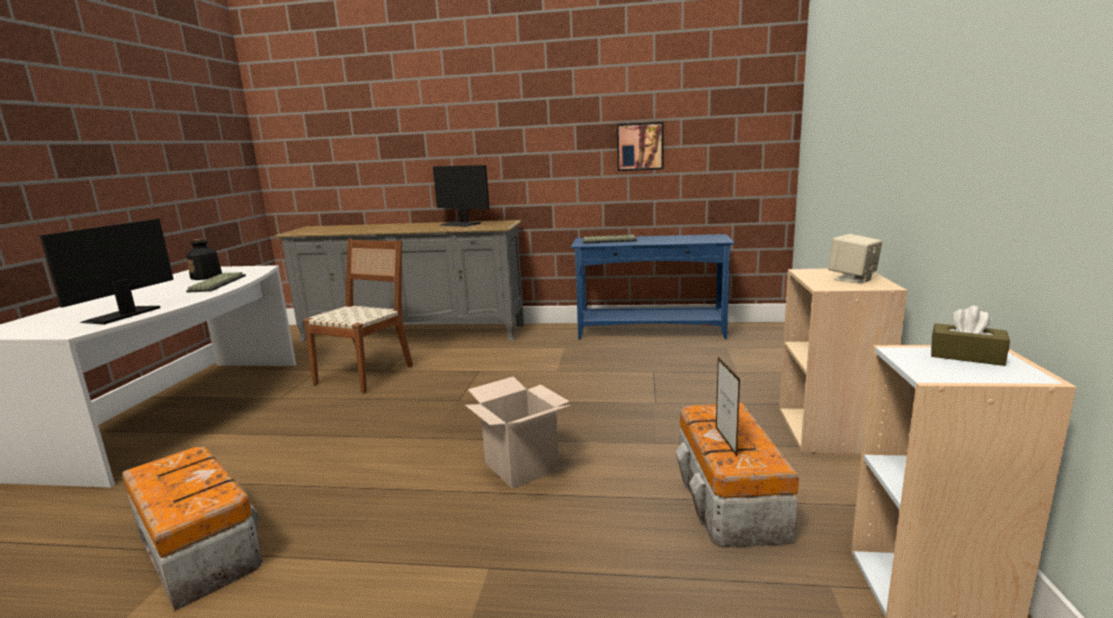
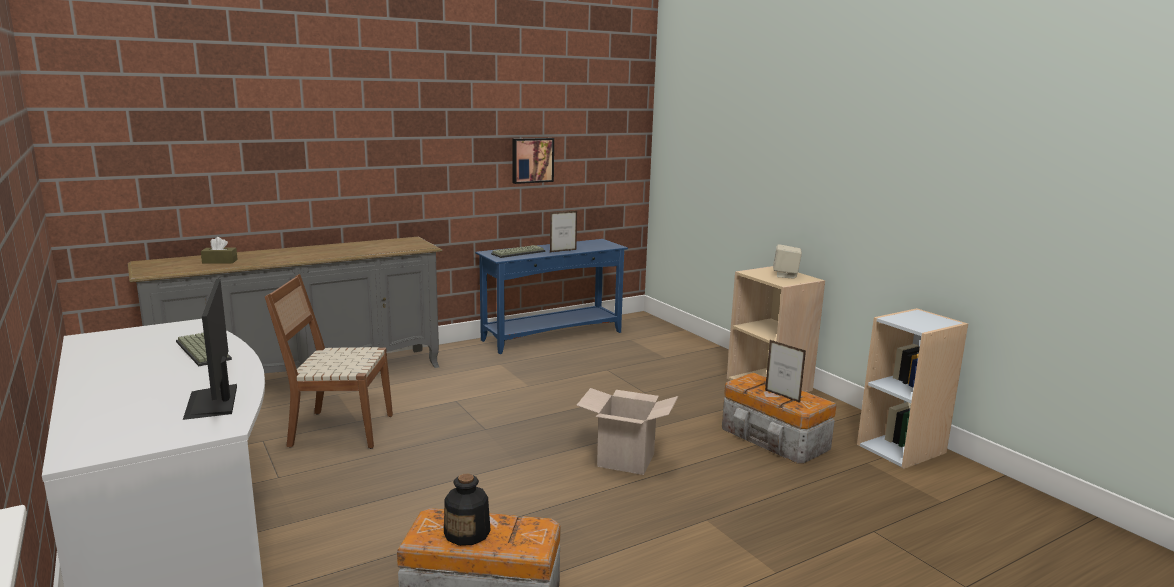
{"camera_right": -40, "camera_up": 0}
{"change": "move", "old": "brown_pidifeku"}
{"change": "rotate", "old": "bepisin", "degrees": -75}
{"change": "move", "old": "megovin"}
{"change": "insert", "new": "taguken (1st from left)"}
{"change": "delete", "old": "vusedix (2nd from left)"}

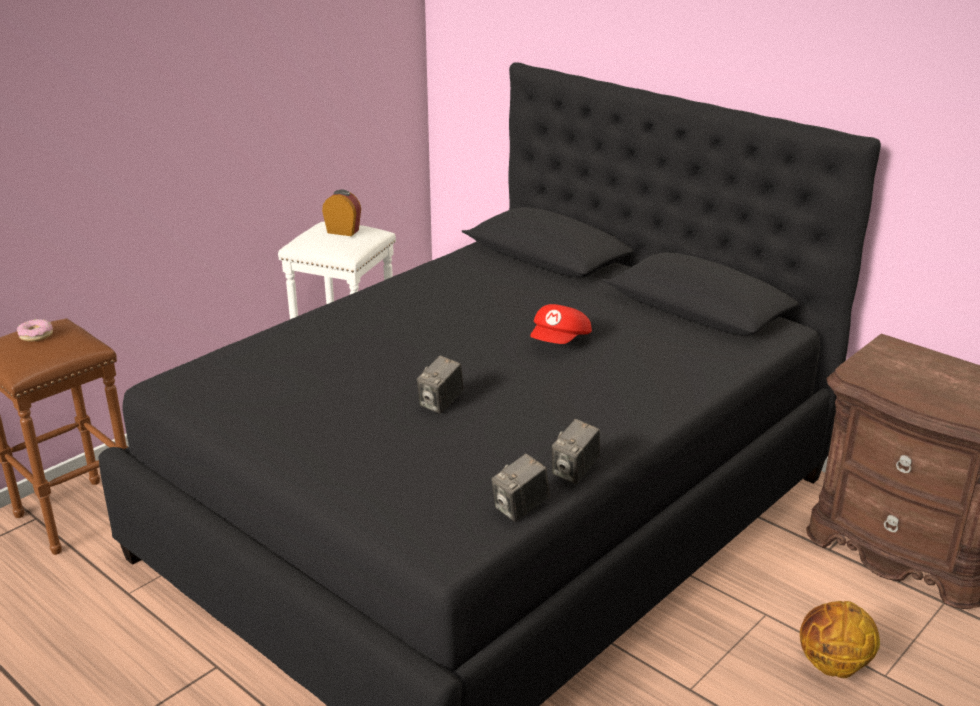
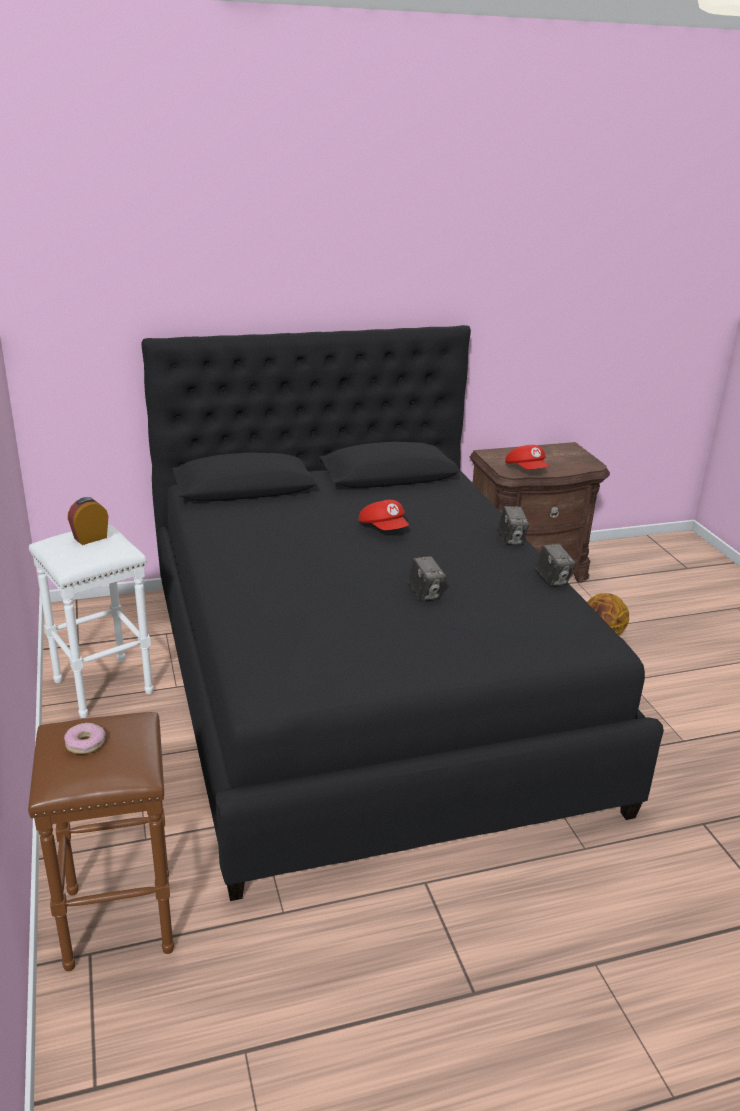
{"camera_right": -60, "camera_up": 0}
{"change": "move", "old": "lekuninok (2nd from left)"}
{"change": "insert", "new": "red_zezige (2nd from left)"}

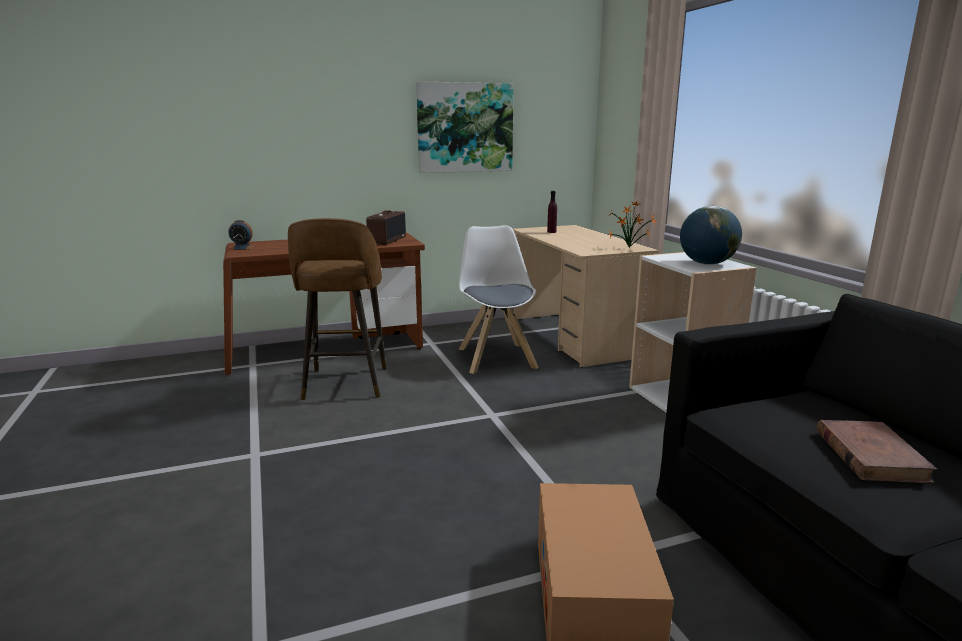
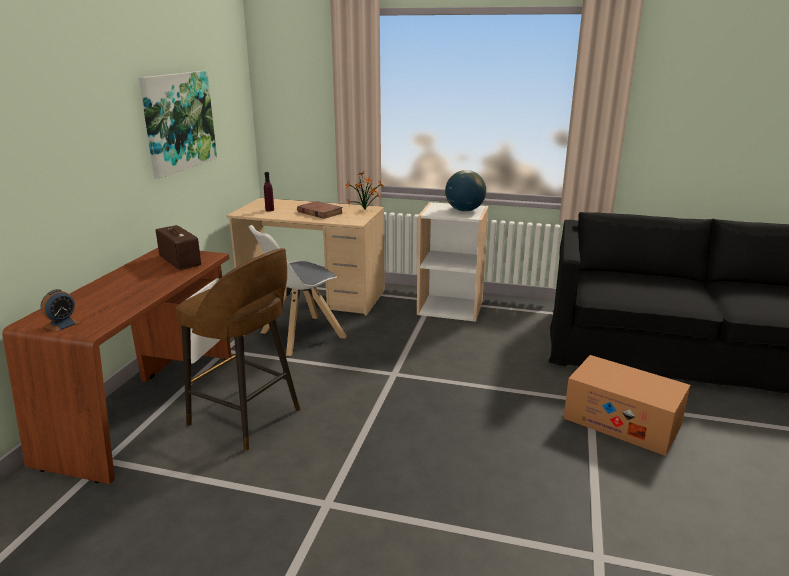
{"camera_right": -55, "camera_up": 5}
{"change": "rotate", "old": "bepisin", "degrees": -60}
{"change": "move", "old": "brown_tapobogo"}

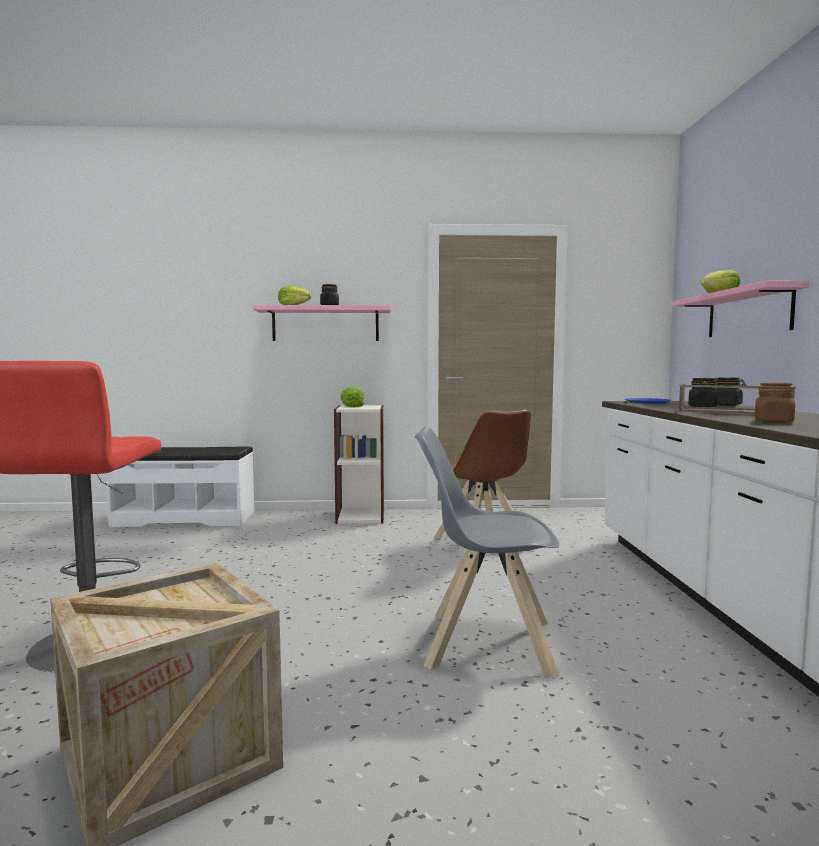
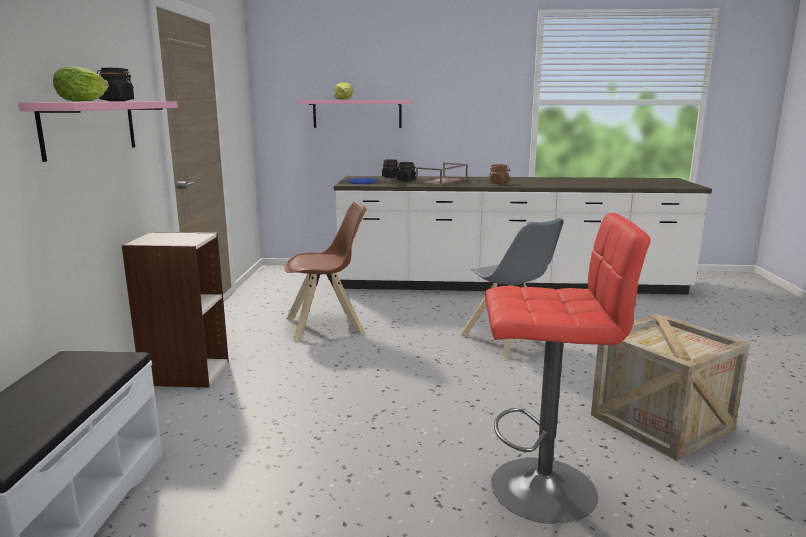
{"camera_right": -85, "camera_up": 10}
{"change": "rotate", "old": "grey_bepisin", "degrees": -45}
{"change": "delete", "old": "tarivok (2nd from left)"}

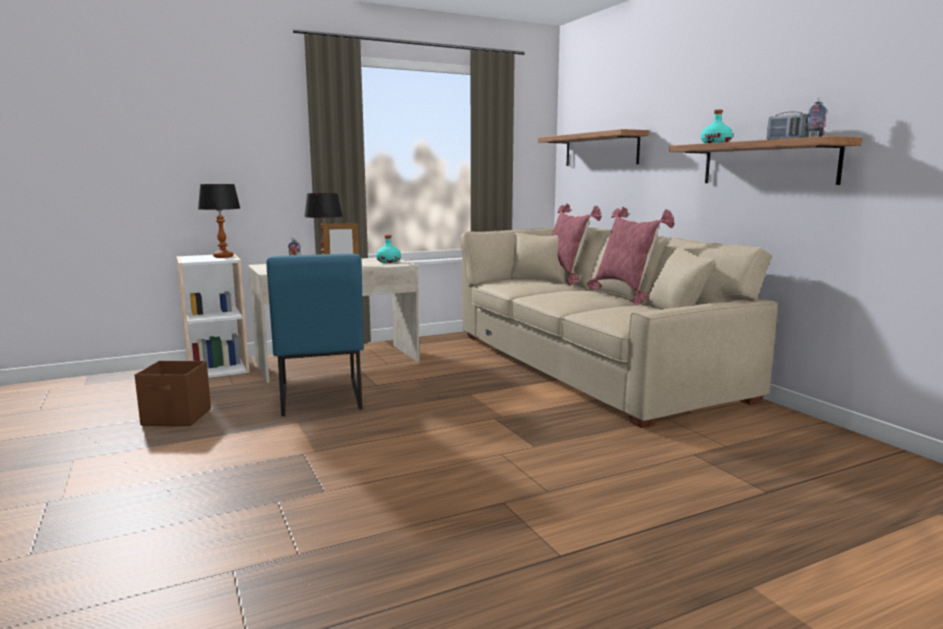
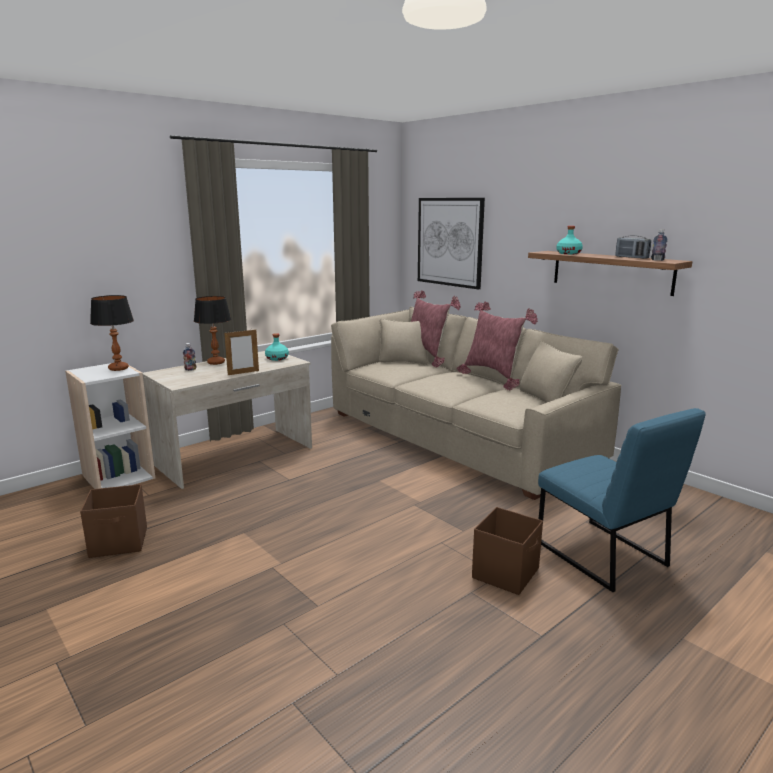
{"camera_right": -15, "camera_up": 5}
{"change": "replace", "old": "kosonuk (1st from left)", "new": "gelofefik"}
{"change": "insert", "new": "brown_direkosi (2nd from left)"}
{"change": "move", "old": "blue_bepisin"}

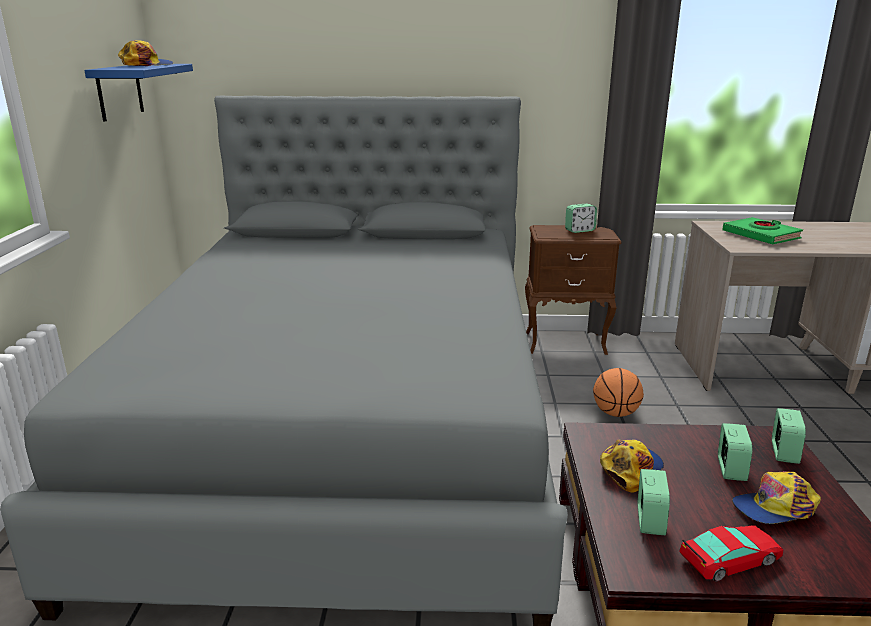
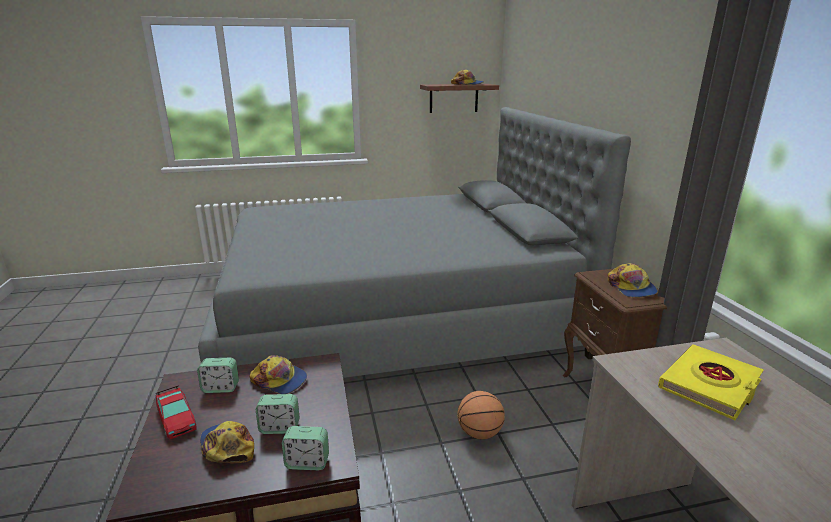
{"camera_right": 75, "camera_up": 0}
{"change": "recolor", "old": "blue_kosonuk", "new": "brown_kosonuk"}
{"change": "replace", "old": "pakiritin (1st from left)", "new": "zezige (4th from left)"}
{"change": "recolor", "old": "green_tapobogo", "new": "yellow_tapobogo"}

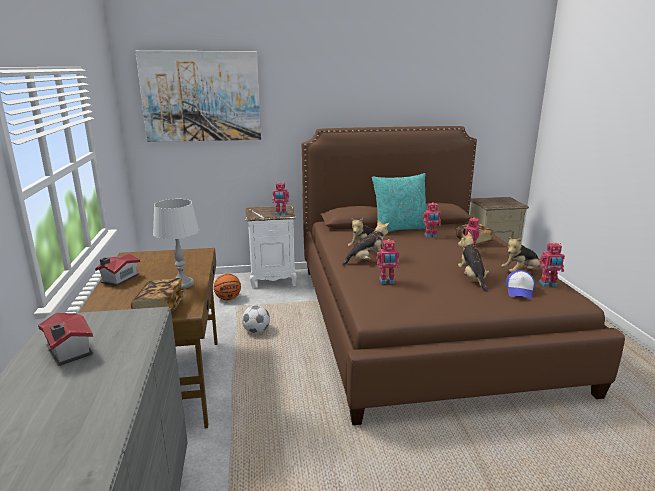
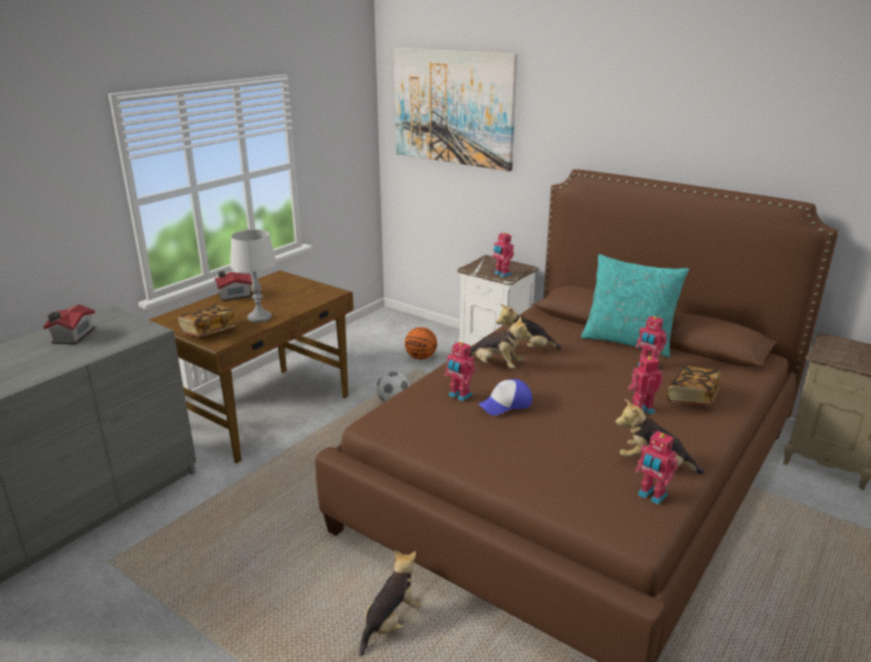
{"camera_right": 45, "camera_up": 5}
{"change": "move", "old": "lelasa (3rd from left in the first image)", "new": "lelasa (1st from left)"}
{"change": "move", "old": "zezige"}

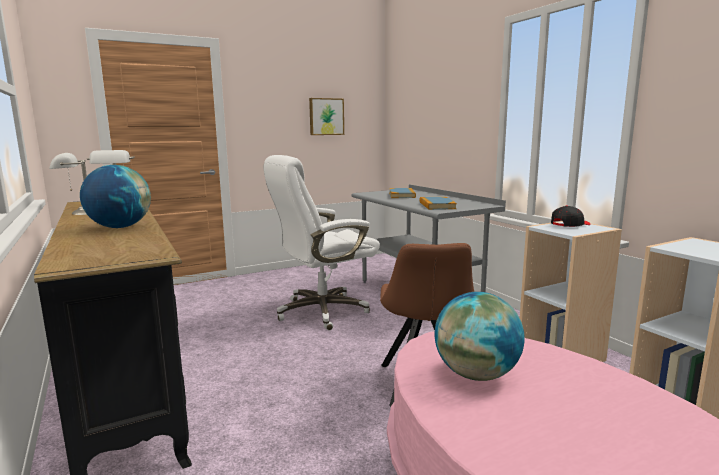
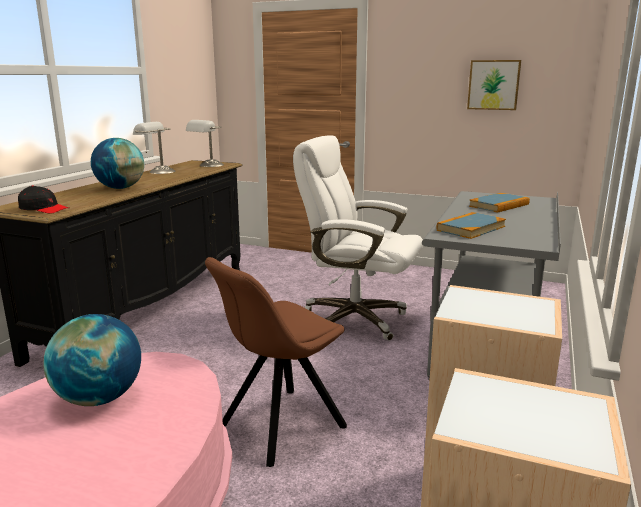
{"camera_right": 50, "camera_up": 5}
{"change": "move", "old": "black_zezige"}

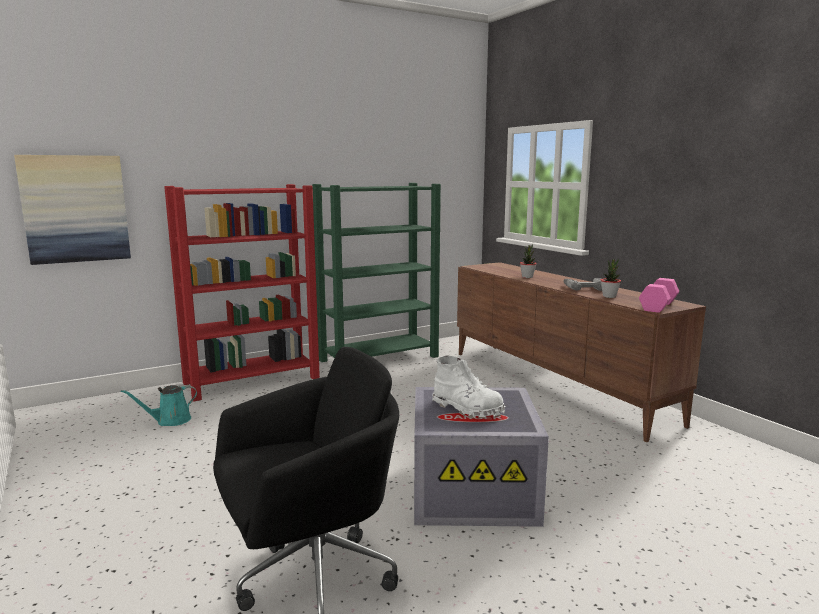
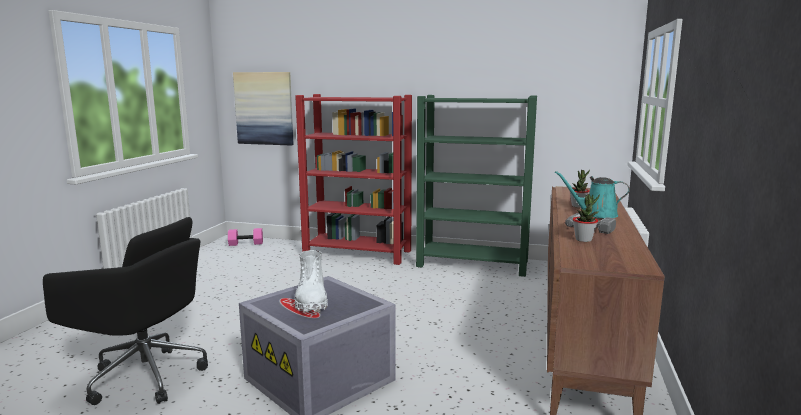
{"camera_right": 45, "camera_up": 0}
{"change": "move", "old": "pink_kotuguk"}
{"change": "move", "old": "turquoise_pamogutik"}

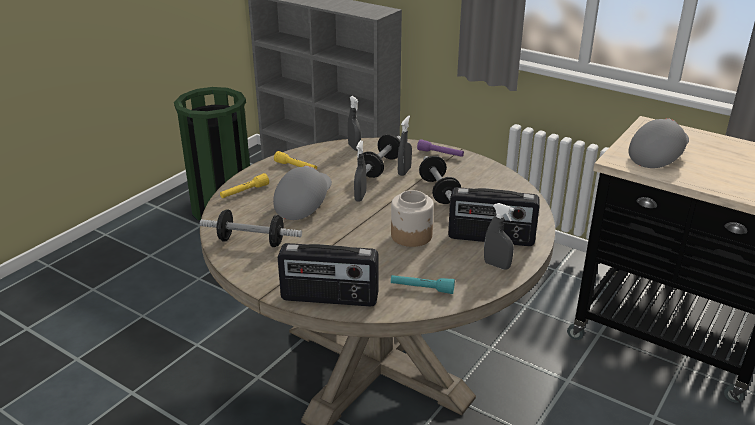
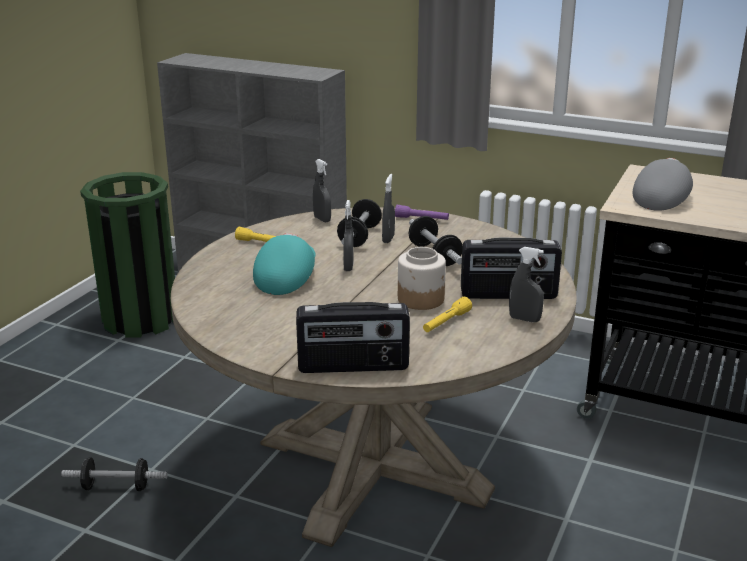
{"camera_right": -10, "camera_up": -5}
{"change": "move", "old": "kotuguk (1st from left)"}
{"change": "recolor", "old": "grey_zezige (1st from left)", "new": "turquoise_zezige"}
{"change": "move", "old": "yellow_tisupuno (1st from left in the first image)", "new": "yellow_tisupuno (2nd from left)"}
{"change": "delete", "old": "turquoise_tisupuno"}

